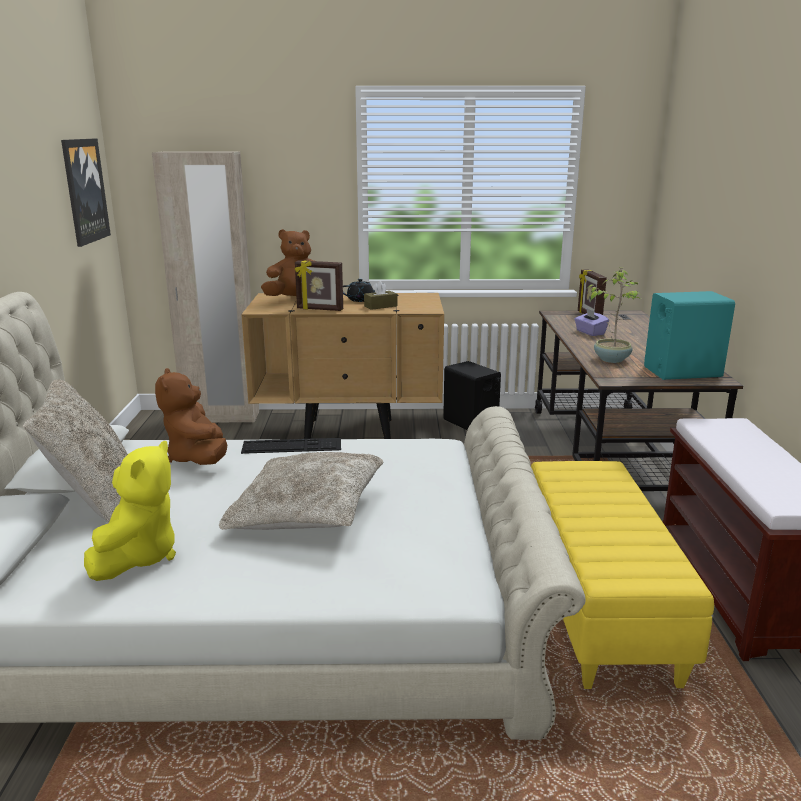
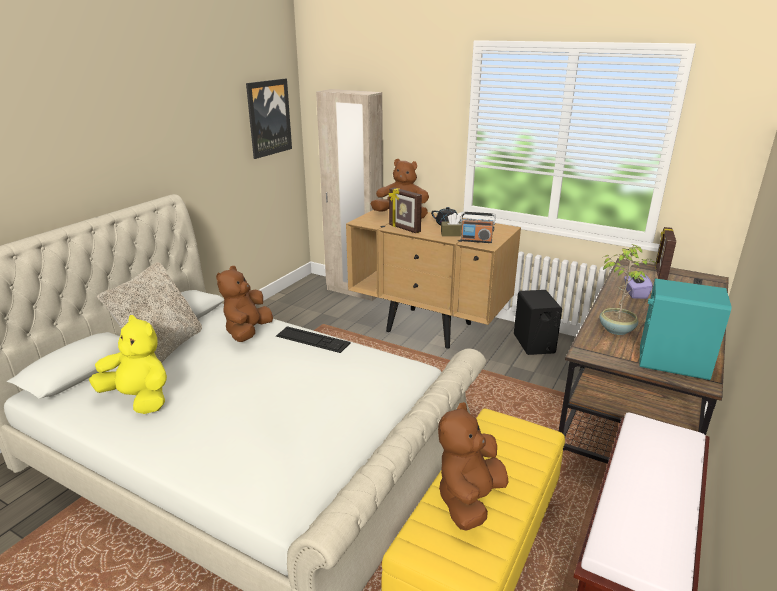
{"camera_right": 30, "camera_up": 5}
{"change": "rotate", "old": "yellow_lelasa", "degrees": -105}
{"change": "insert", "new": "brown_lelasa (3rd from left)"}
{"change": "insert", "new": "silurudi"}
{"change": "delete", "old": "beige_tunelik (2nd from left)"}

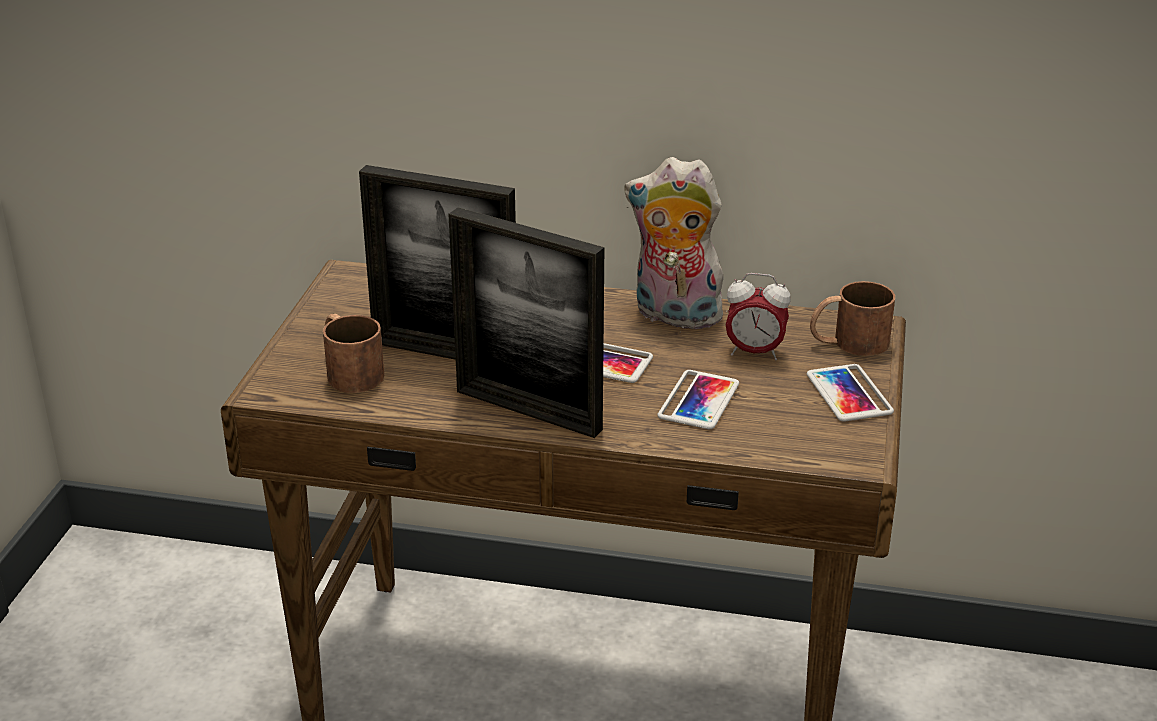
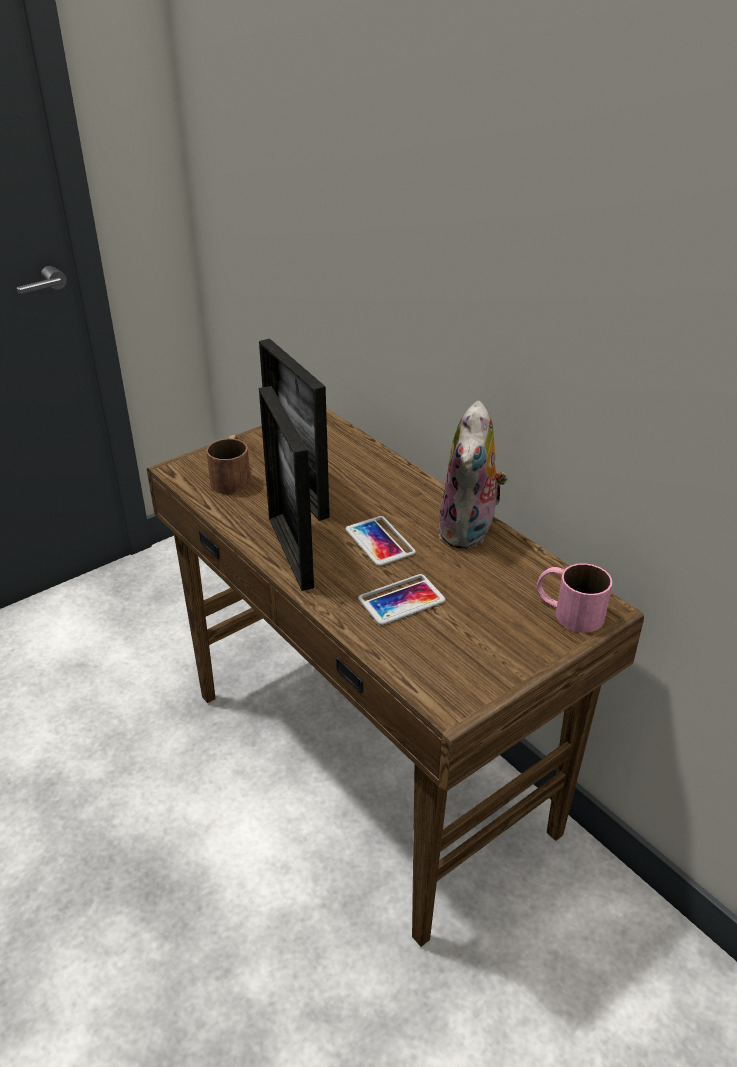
{"camera_right": 40, "camera_up": 5}
{"change": "rotate", "old": "lelasa", "degrees": -135}
{"change": "recolor", "old": "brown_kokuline (2nd from left)", "new": "pink_kokuline"}
{"change": "delete", "old": "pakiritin"}
{"change": "delete", "old": "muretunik (3rd from left)"}

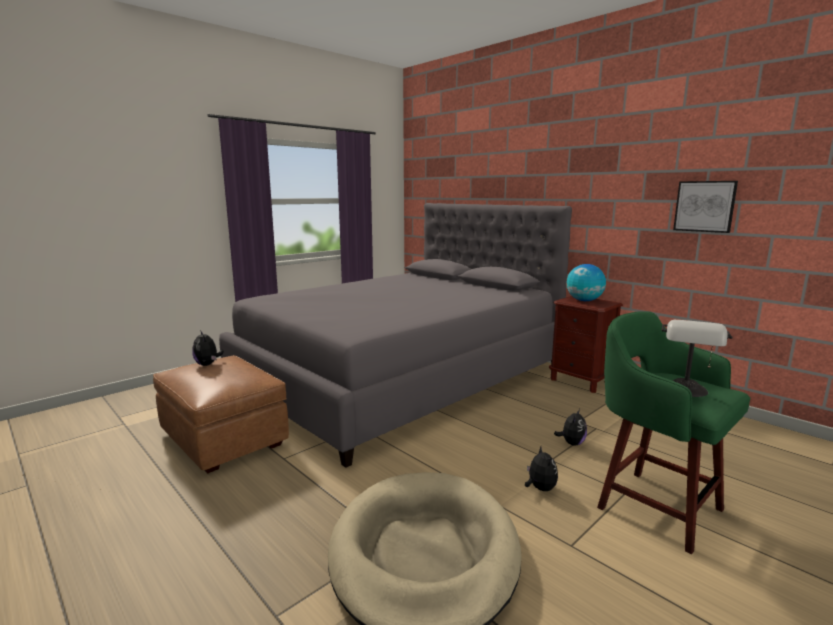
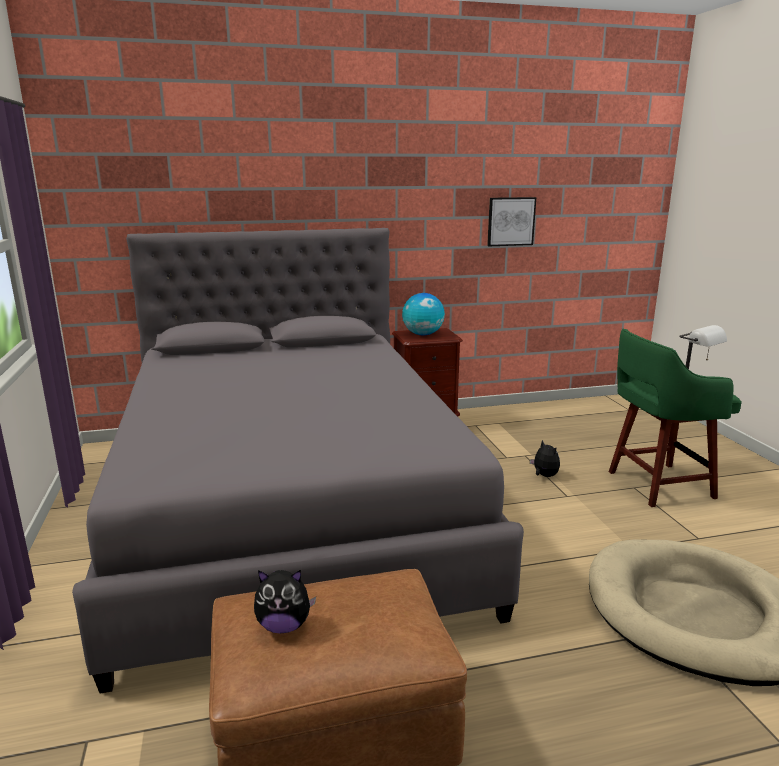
{"camera_right": -60, "camera_up": 5}
{"change": "delete", "old": "lelasa (2nd from left)"}

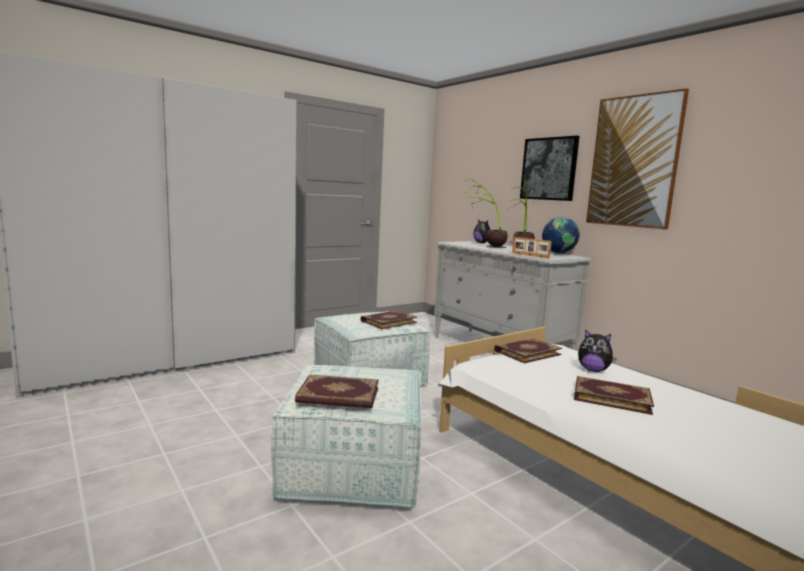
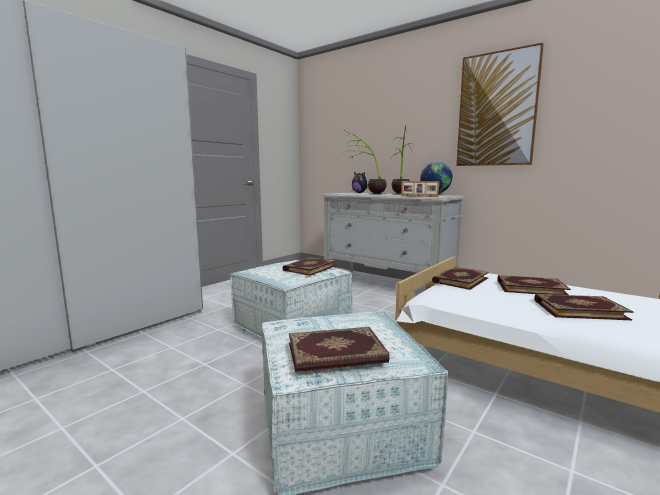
{"camera_right": -15, "camera_up": 0}
{"change": "replace", "old": "lelasa (2nd from left)", "new": "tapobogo (4th from left)"}
{"change": "delete", "old": "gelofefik (1st from left)"}

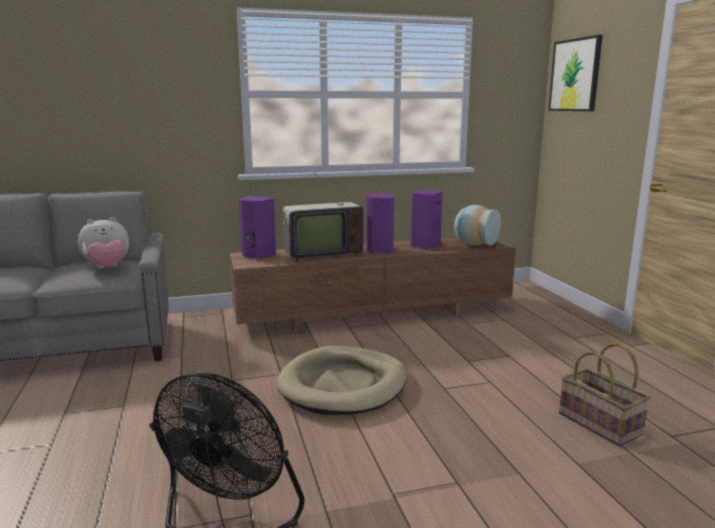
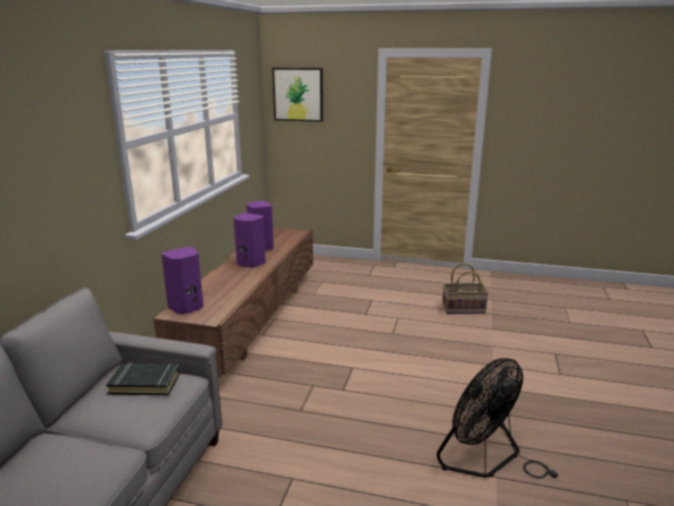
{"camera_right": -60, "camera_up": 5}
{"change": "replace", "old": "lelasa", "new": "black_tapobogo"}
{"change": "delete", "old": "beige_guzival"}
{"change": "delete", "old": "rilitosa"}
{"change": "delete", "old": "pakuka"}

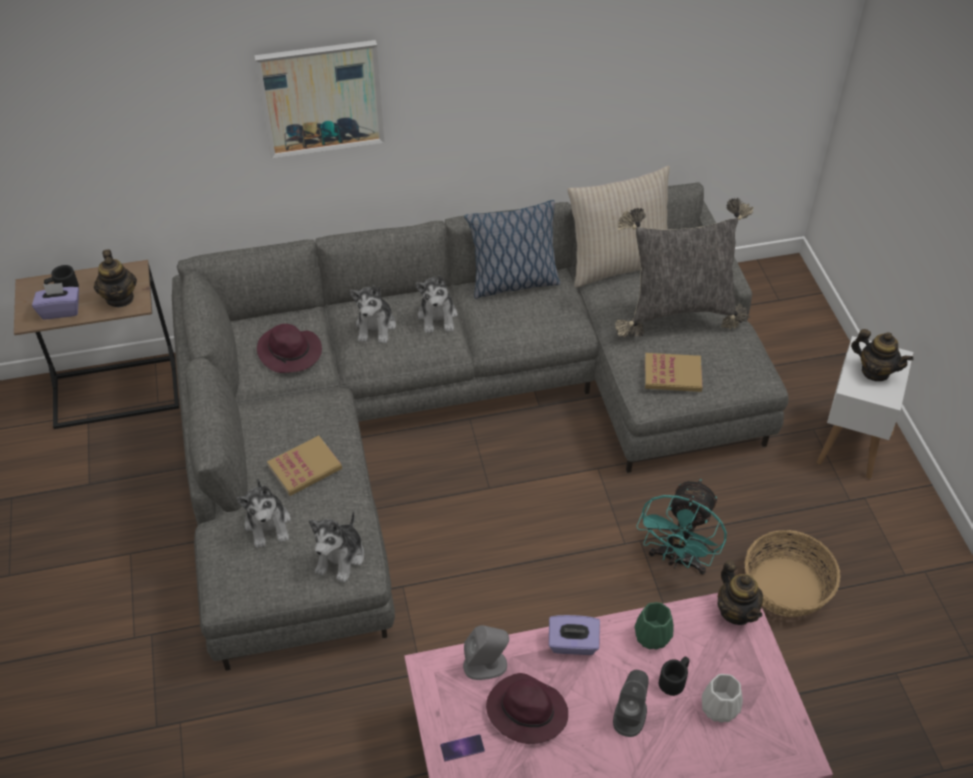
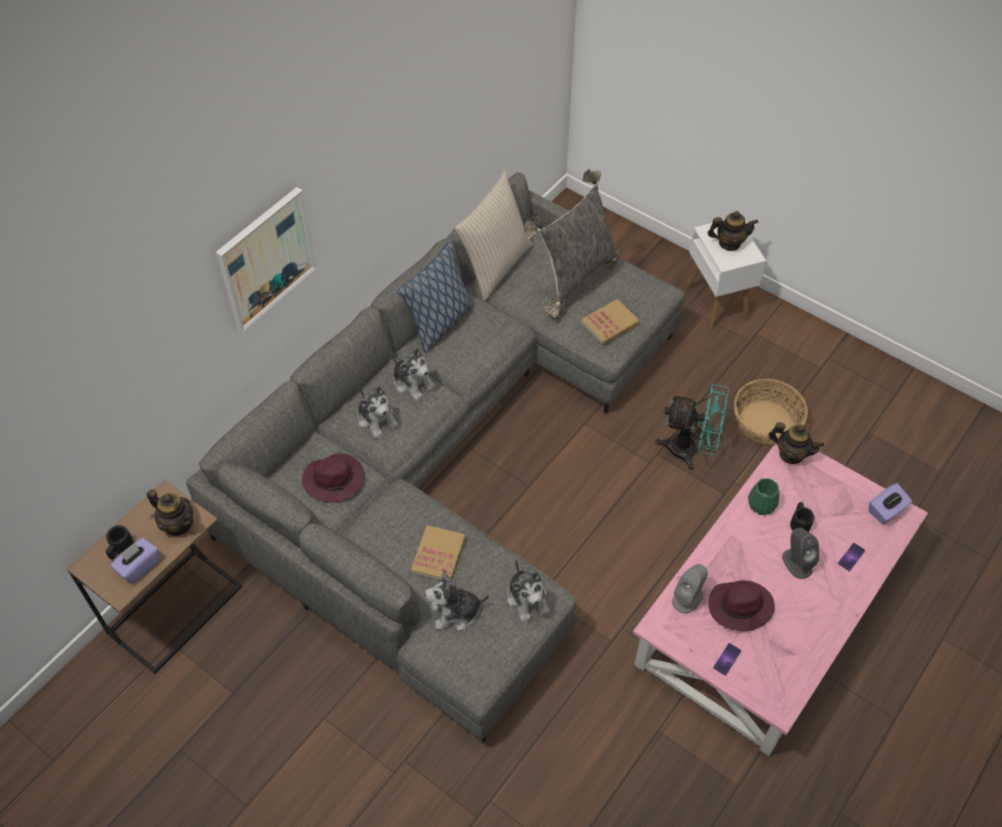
{"camera_right": -40, "camera_up": 5}
{"change": "rotate", "old": "lelasa (1st from left in the first image)", "degrees": 135}
{"change": "rotate", "old": "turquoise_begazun", "degrees": -60}
{"change": "insert", "new": "muretunik (2nd from left)"}
{"change": "move", "old": "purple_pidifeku (2nd from left)"}
{"change": "delete", "old": "white_pakuka"}

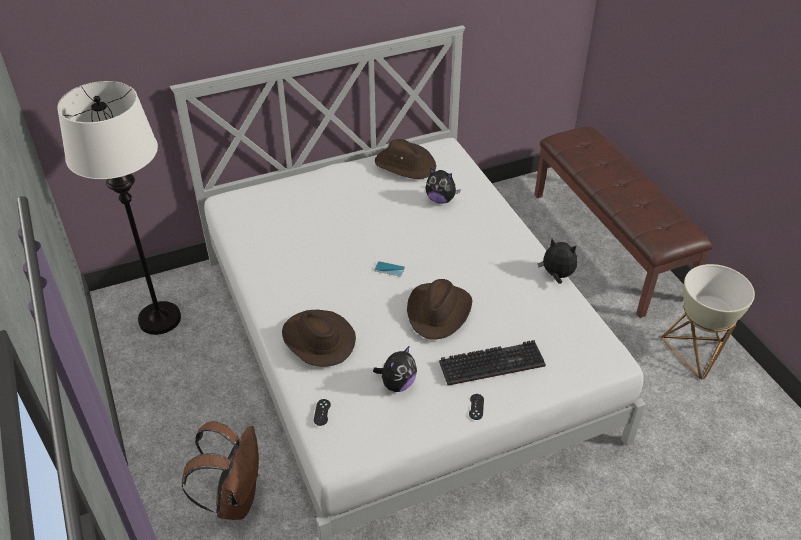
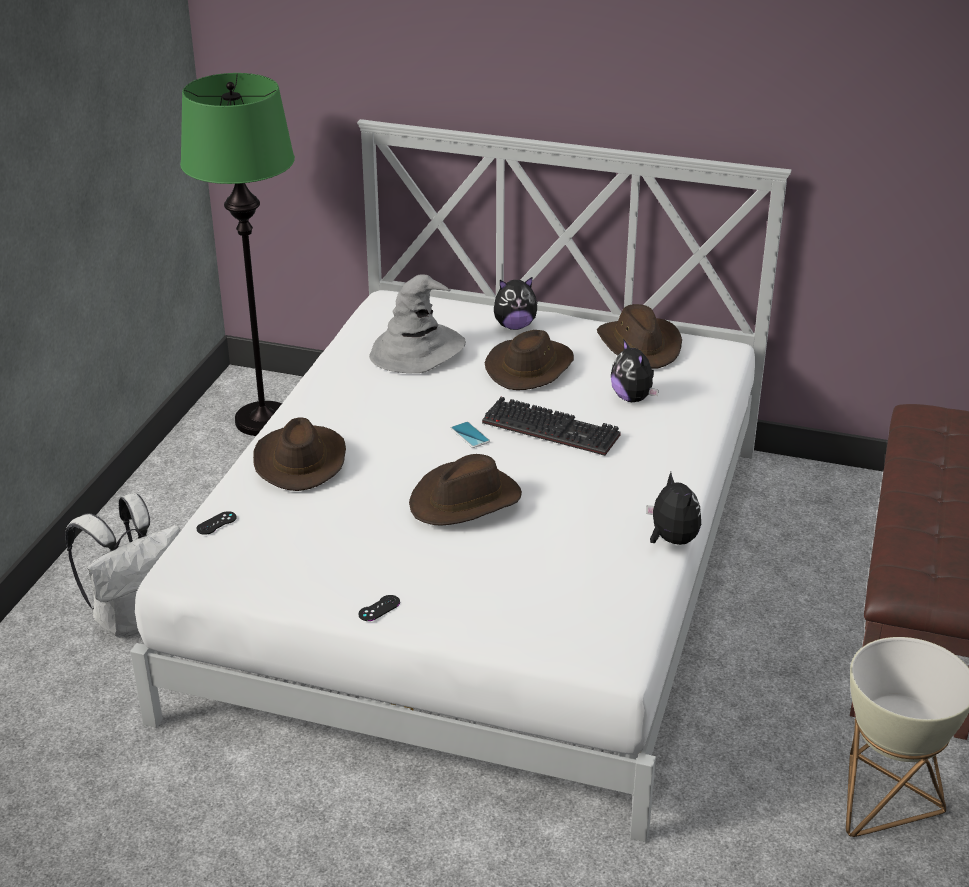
{"camera_right": 40, "camera_up": -10}
{"change": "recolor", "old": "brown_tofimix", "new": "white_tofimix"}
{"change": "recolor", "old": "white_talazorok", "new": "green_talazorok"}
{"change": "insert", "new": "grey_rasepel"}
{"change": "move", "old": "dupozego"}
{"change": "insert", "new": "brown_rasepel (3rd from left)"}
{"change": "move", "old": "lelasa (1st from left)"}

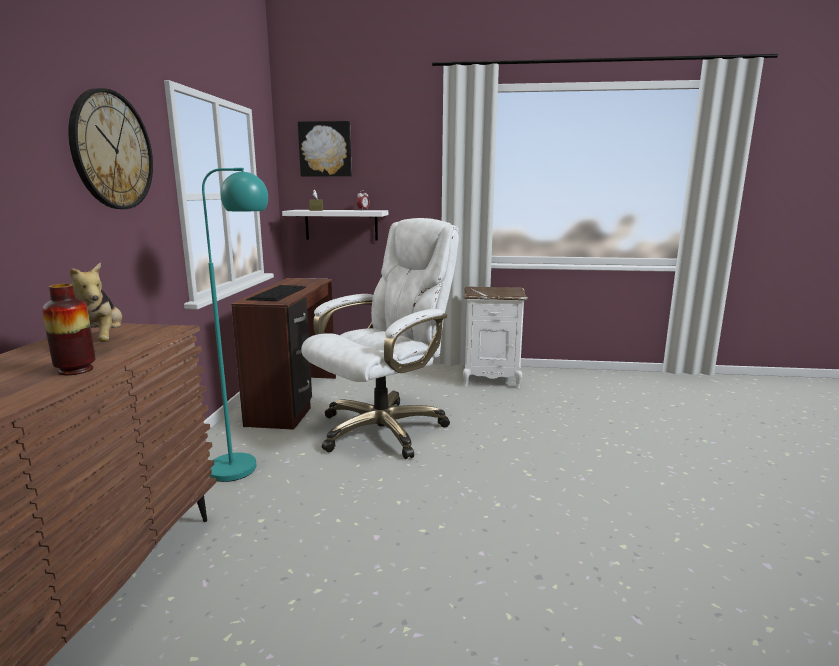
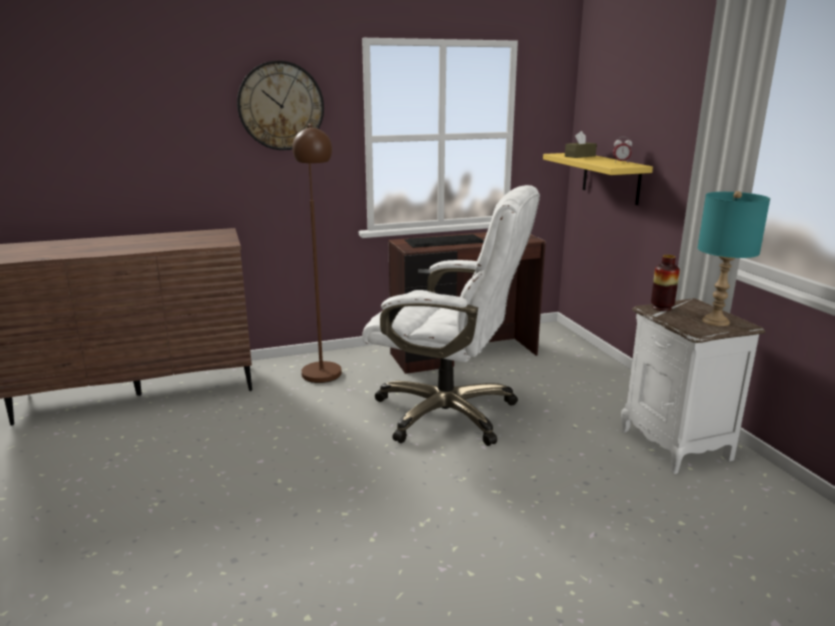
{"camera_right": 65, "camera_up": 5}
{"change": "recolor", "old": "turquoise_talazorok", "new": "brown_talazorok"}
{"change": "recolor", "old": "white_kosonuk", "new": "yellow_kosonuk"}
{"change": "move", "old": "pakuka"}
{"change": "insert", "new": "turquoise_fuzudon"}
{"change": "delete", "old": "lelasa"}
{"change": "delete", "old": "gelofefik"}

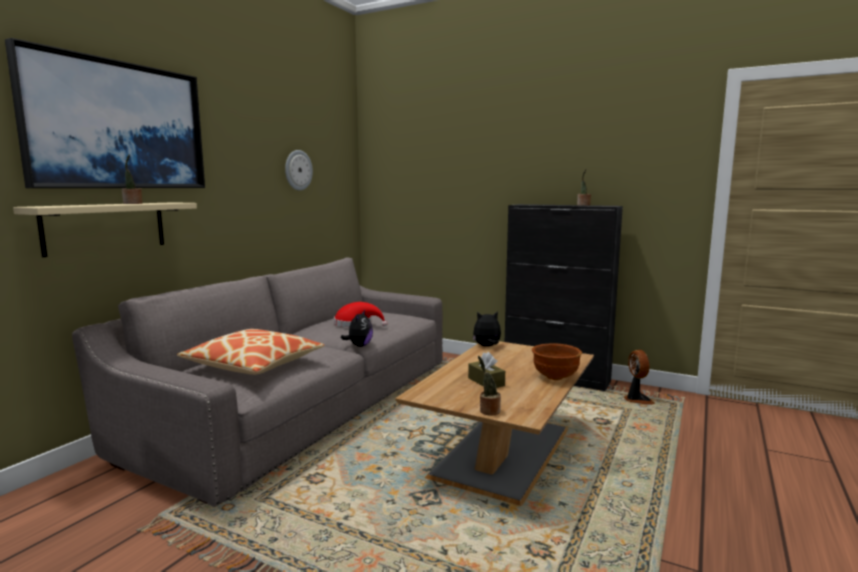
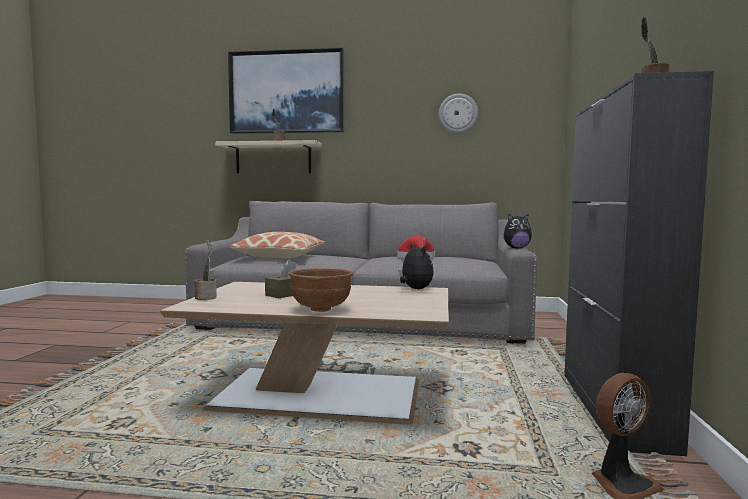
{"camera_right": 70, "camera_up": -5}
{"change": "move", "old": "lelasa (1st from left in the first image)", "new": "lelasa (2nd from left)"}

